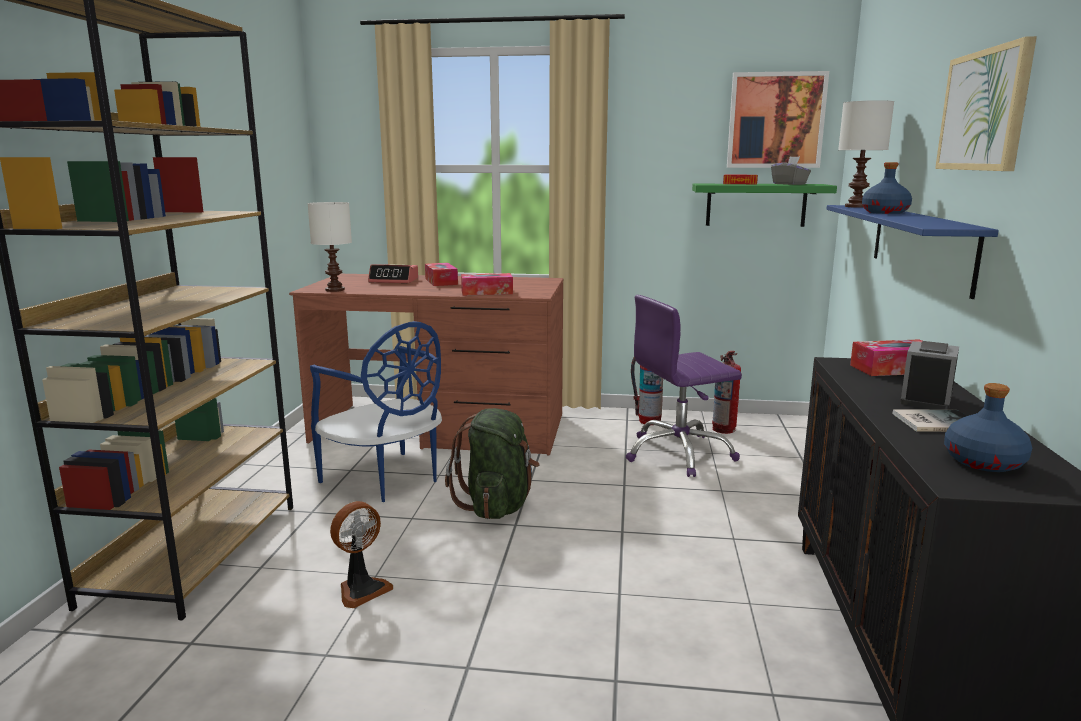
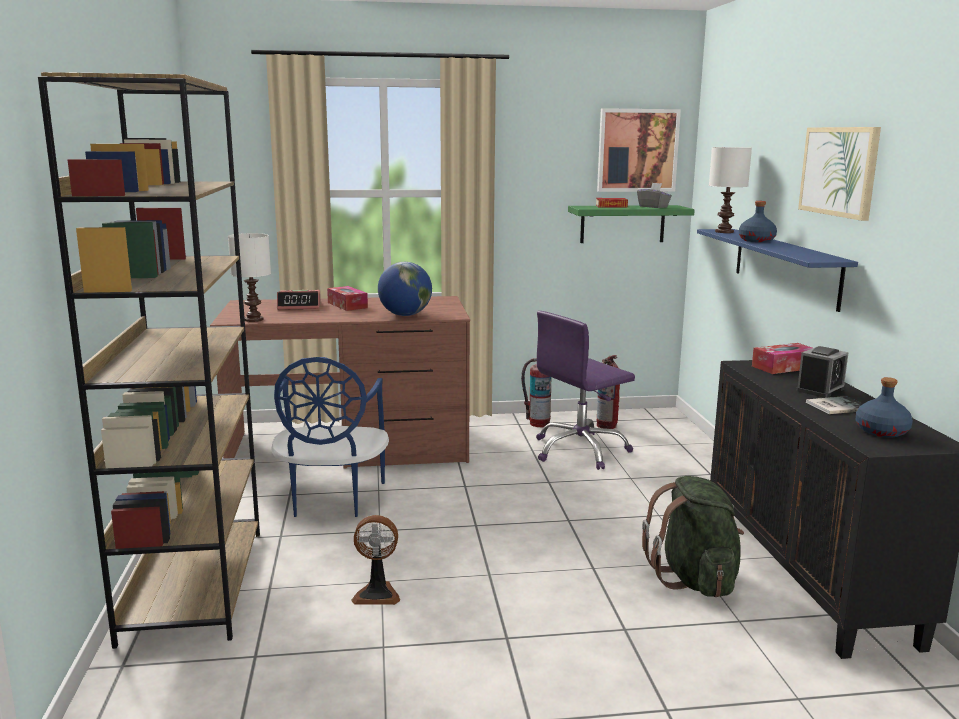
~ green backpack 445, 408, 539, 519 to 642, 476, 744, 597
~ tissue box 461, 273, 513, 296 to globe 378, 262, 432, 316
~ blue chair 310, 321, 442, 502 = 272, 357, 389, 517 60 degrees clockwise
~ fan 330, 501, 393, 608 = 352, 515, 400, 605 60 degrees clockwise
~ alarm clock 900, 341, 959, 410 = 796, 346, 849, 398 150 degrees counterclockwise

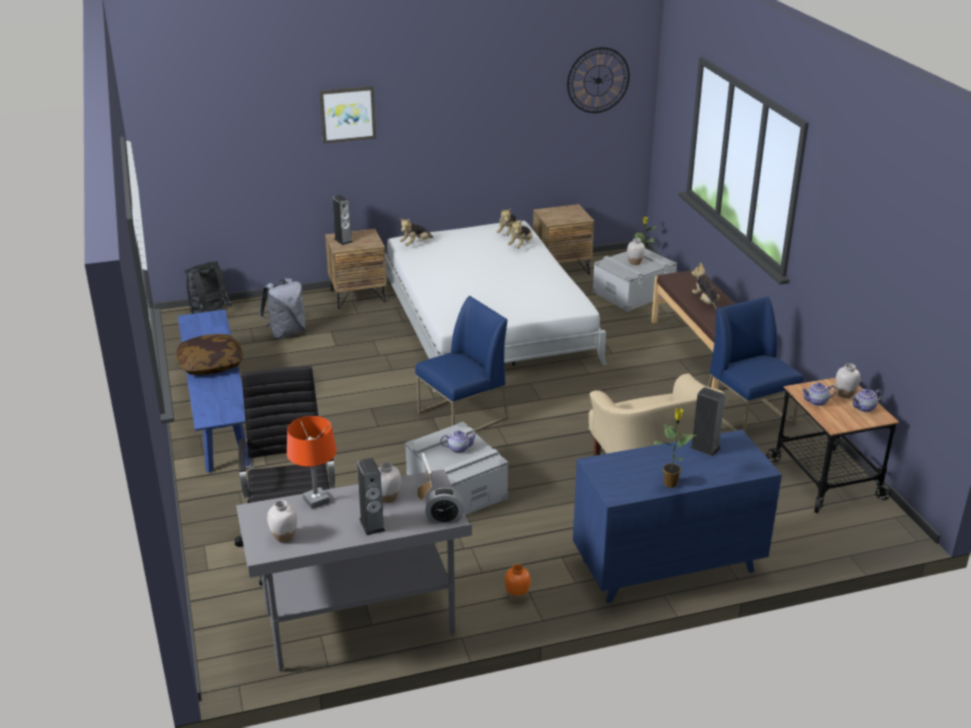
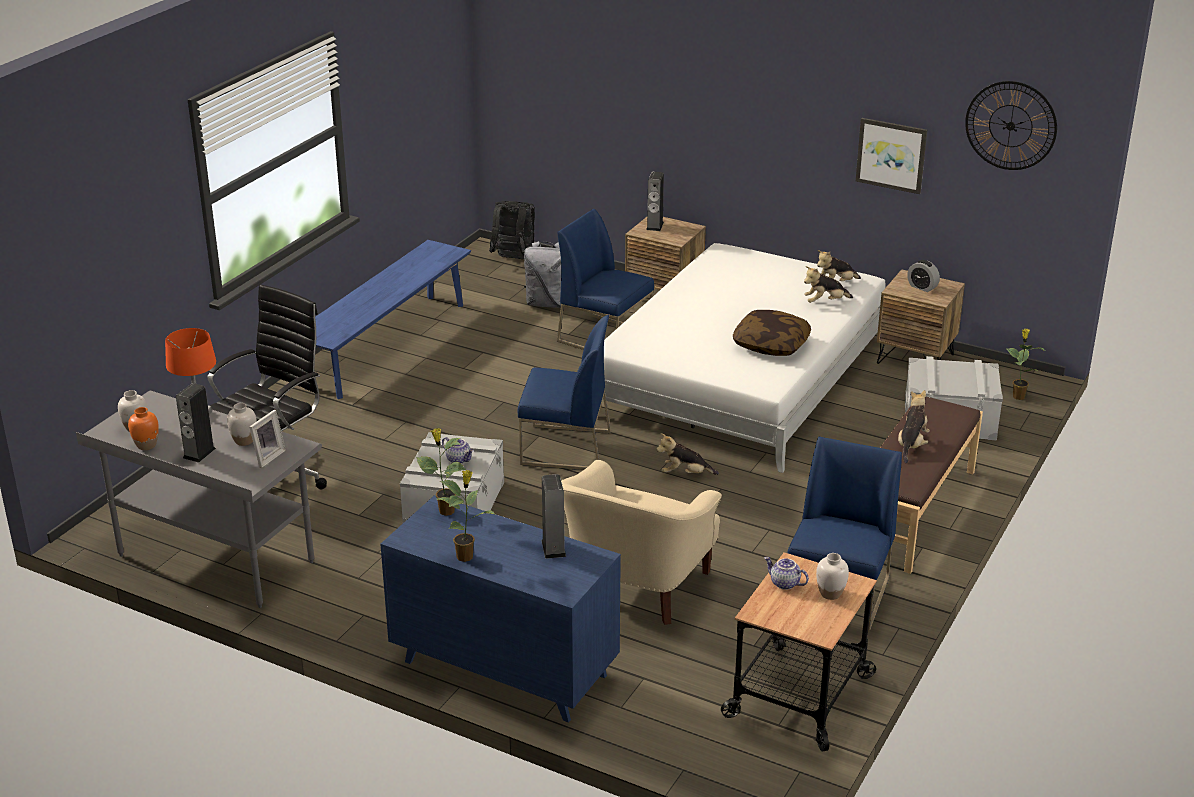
- white vase 627, 238, 645, 265
- teapot 851, 389, 882, 412
+ potted plant 416, 428, 466, 516
+ blue chair 557, 209, 654, 350
~ pillow 177, 334, 243, 375 to 733, 310, 811, 356
~ picture 319, 86, 376, 144 to 856, 118, 927, 194
~ plush toy 400, 219, 433, 246 to 656, 433, 719, 475
~ alarm clock 425, 488, 464, 523 to 907, 260, 940, 292
~ orange vase 504, 564, 531, 602 to 128, 407, 159, 450

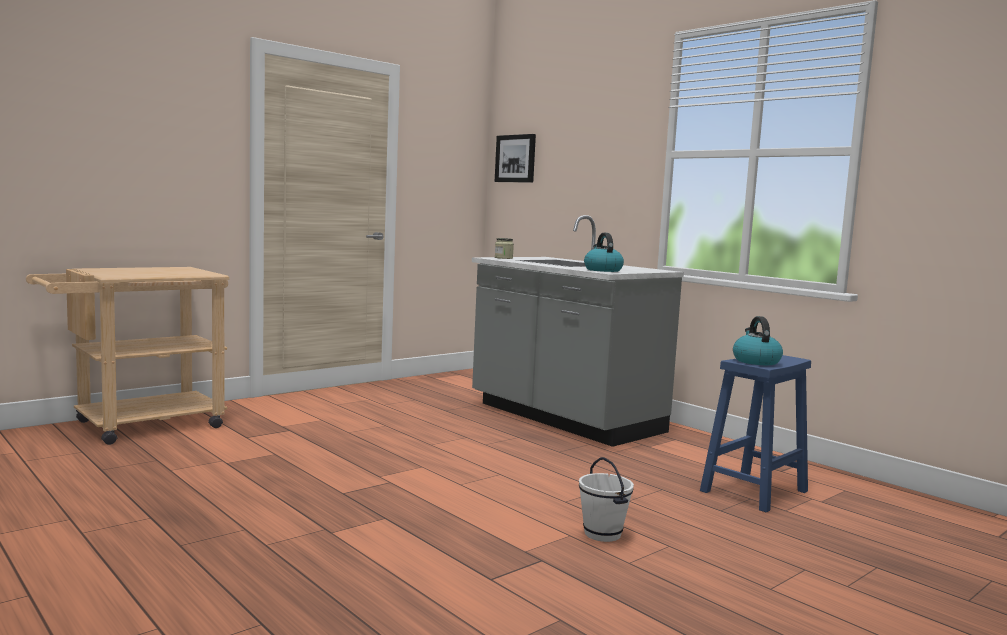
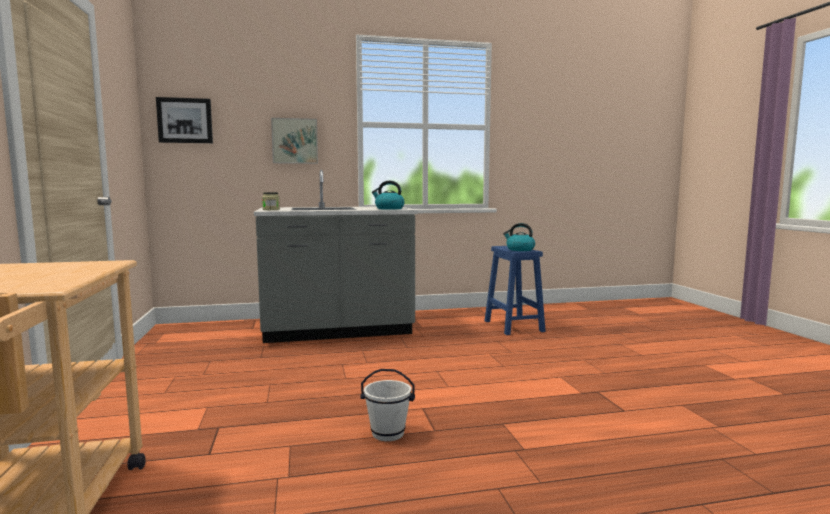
+ picture 271, 118, 318, 164
~ white bucket 579, 457, 634, 542 to 361, 369, 415, 441

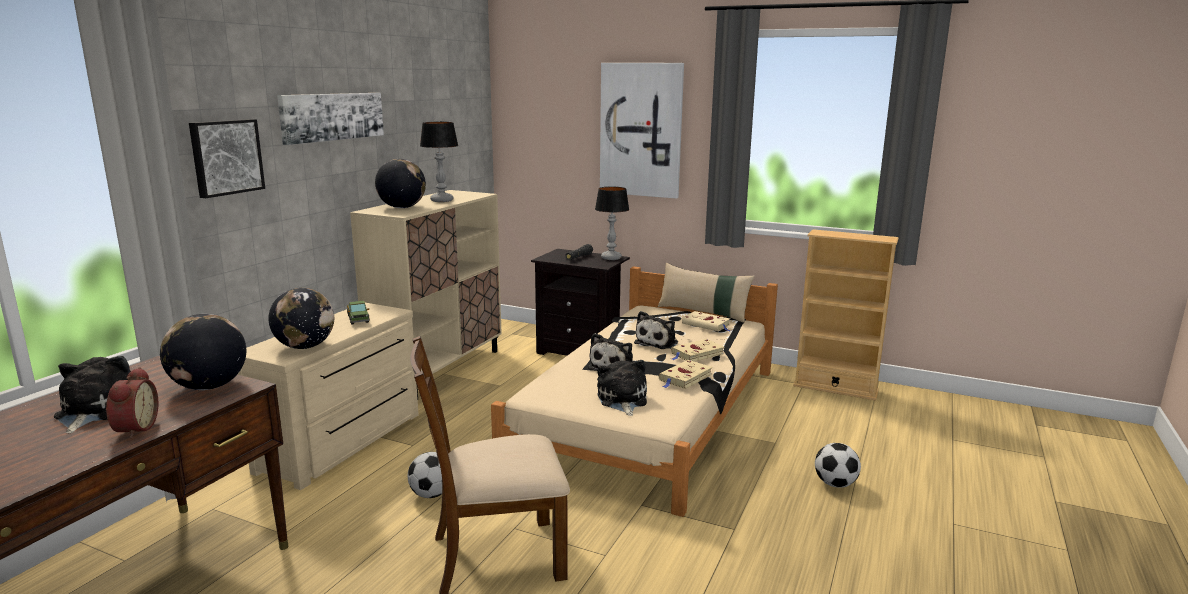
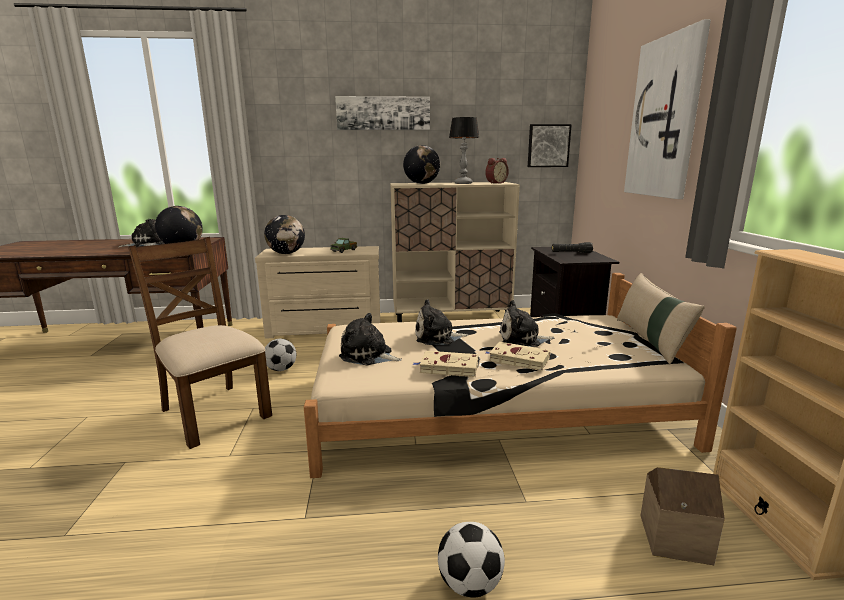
- table lamp 595, 187, 629, 260
- beige book 682, 311, 731, 332
+ toy house 640, 467, 725, 565
~ alarm clock 106, 367, 158, 439 to 485, 158, 509, 184
~ picture 189, 119, 265, 198 to 528, 124, 572, 167
~ plush toy 597, 360, 647, 416 = 339, 313, 402, 365 120 degrees counterclockwise

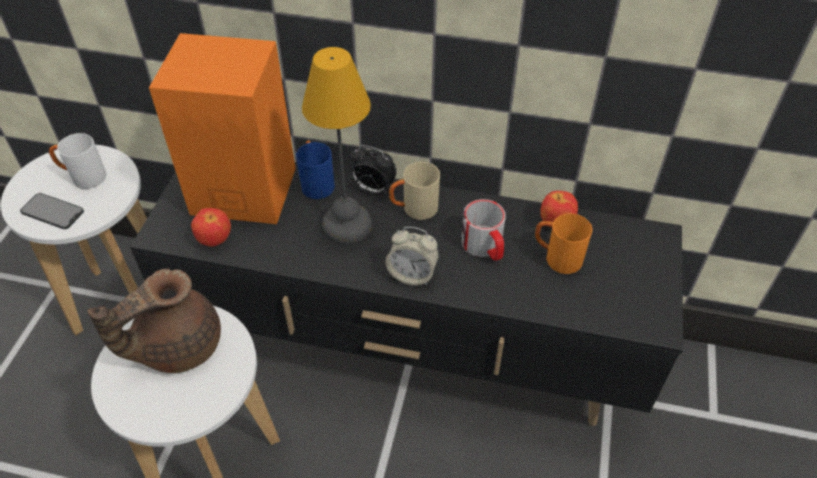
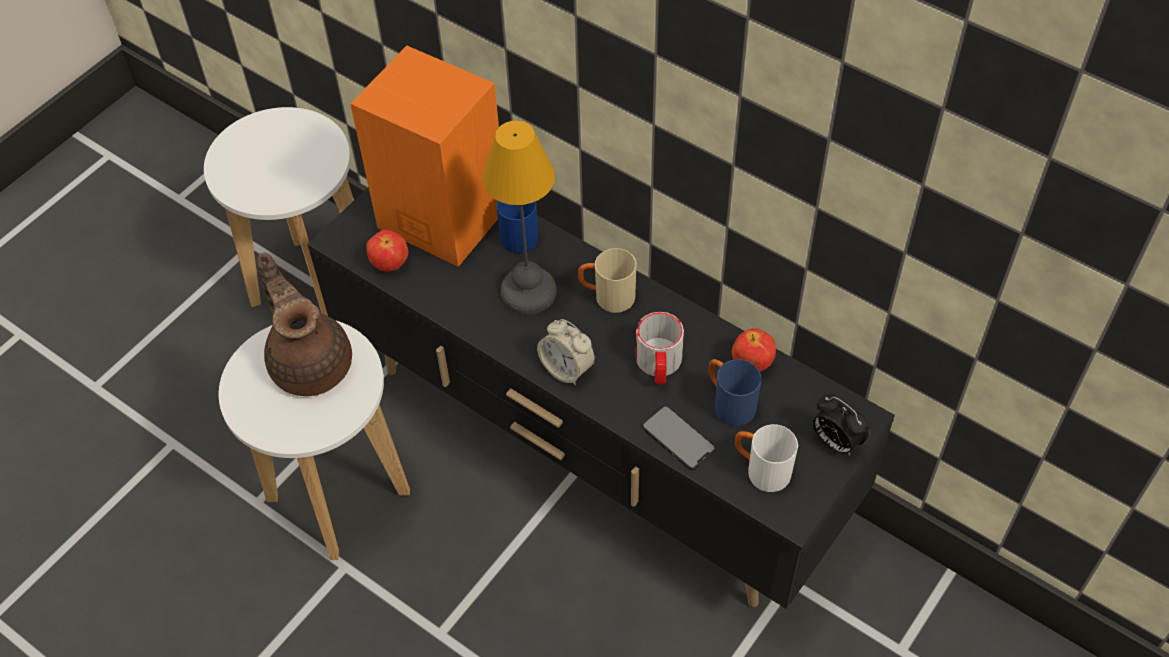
~ phone 20, 193, 84, 229 to 642, 406, 716, 470
~ white mug 49, 133, 107, 189 to 735, 424, 798, 492
~ alarm clock 350, 145, 397, 194 to 813, 394, 870, 455
~ orange mug 535, 213, 593, 274 to blue mug 709, 359, 761, 426
~ brown teapot 87, 268, 221, 373 = 257, 252, 352, 396 75 degrees clockwise

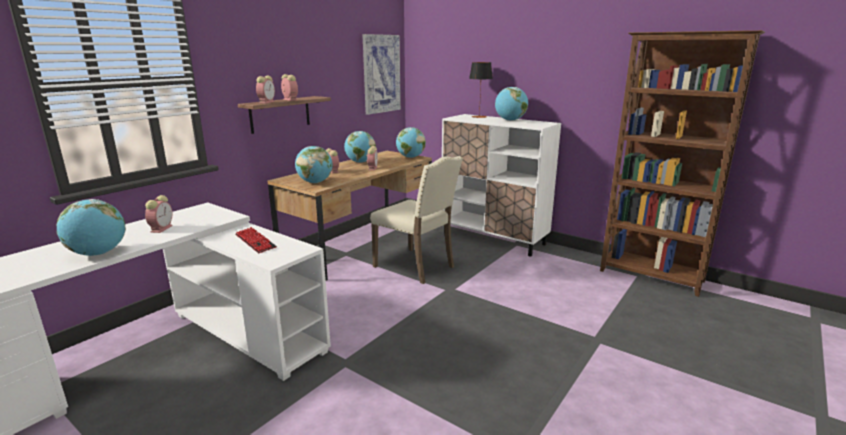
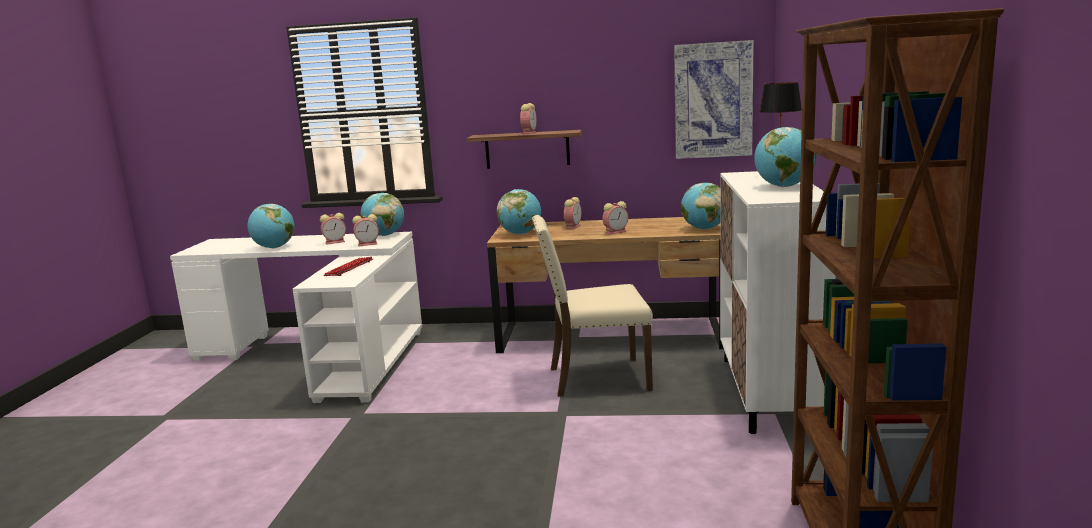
~ alarm clock 256, 75, 275, 103 to 352, 214, 379, 246
~ globe 344, 131, 376, 163 to 360, 193, 404, 236
~ beige chair 370, 156, 463, 284 = 532, 215, 653, 397 75 degrees clockwise

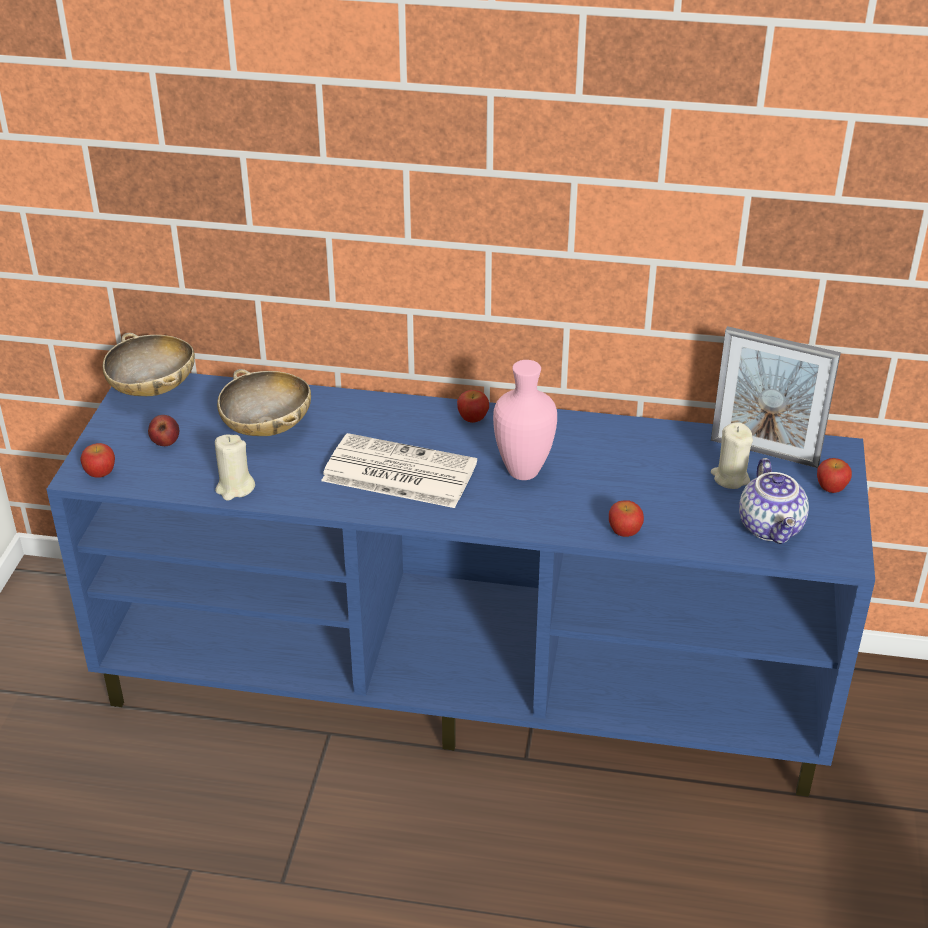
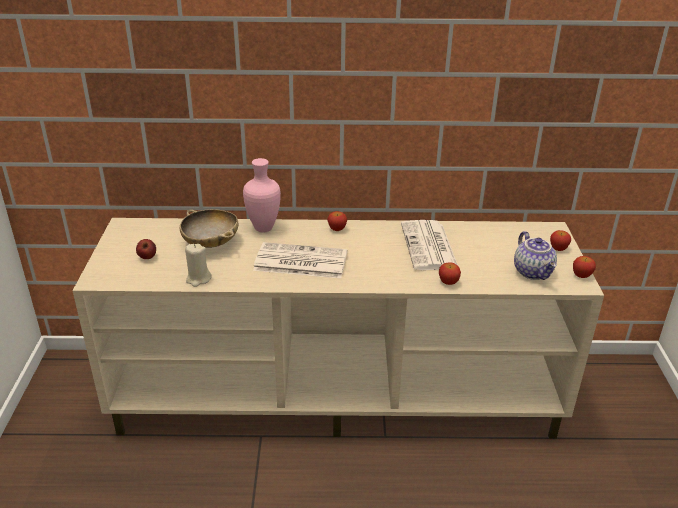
- beige bowl 103, 333, 195, 396
- picture frame 711, 326, 841, 468
- beige candle 711, 422, 753, 489
+ newspaper 401, 220, 458, 270
~ apple 80, 443, 115, 478 to 573, 256, 596, 278
~ pink vase 493, 360, 557, 480 to 243, 158, 281, 232
~ blue tv stand 46, 373, 875, 797 to beige tv stand 73, 218, 604, 439

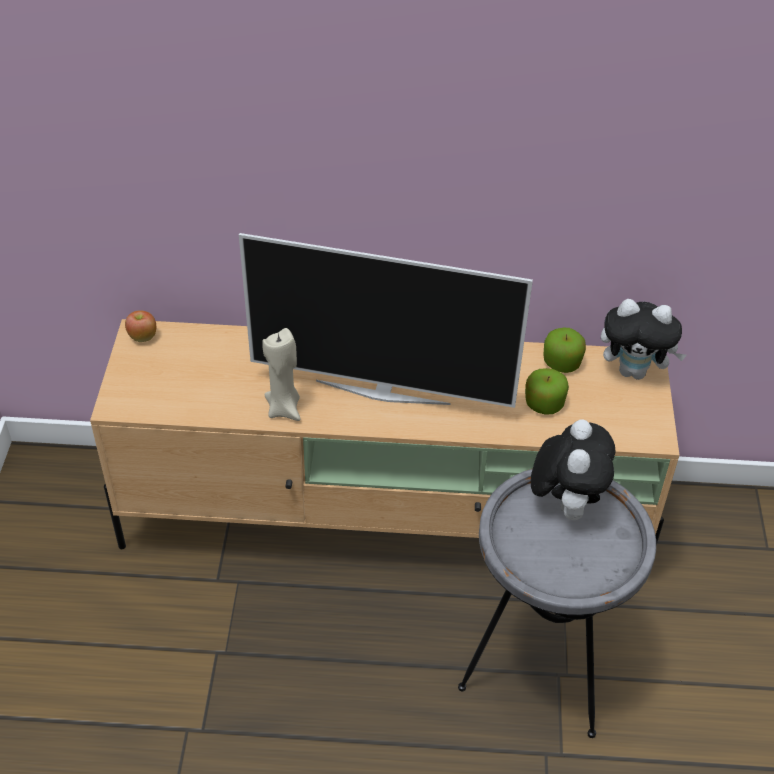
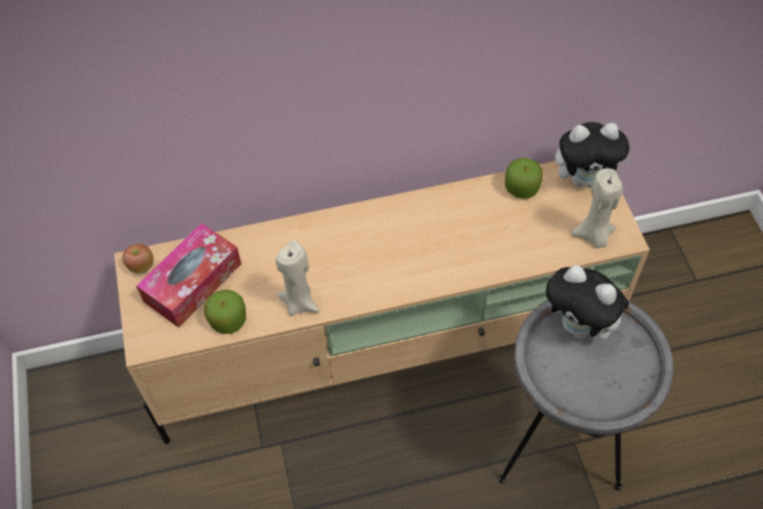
- television 239, 233, 533, 408
+ tissue box 136, 223, 241, 328
+ beige candle 571, 168, 623, 248
~ apple 525, 368, 569, 415 to 204, 289, 246, 334
~ plush toy 531, 420, 615, 520 = 546, 265, 629, 340 135 degrees clockwise

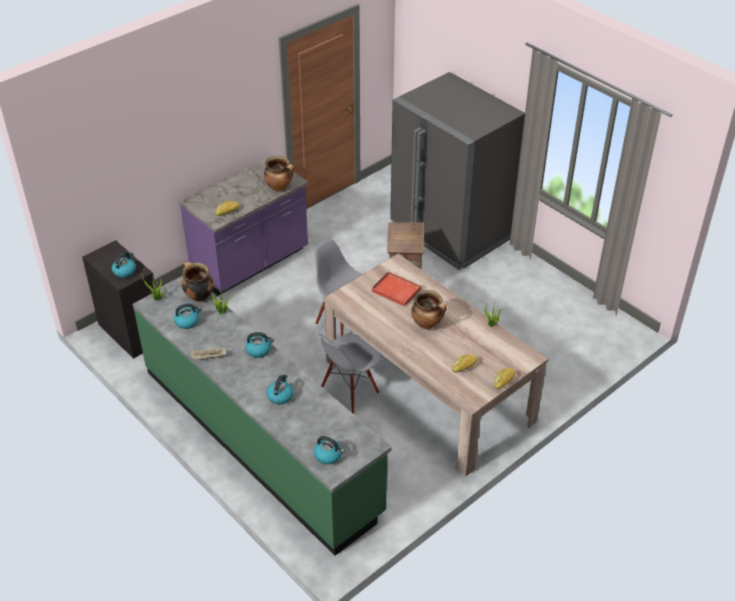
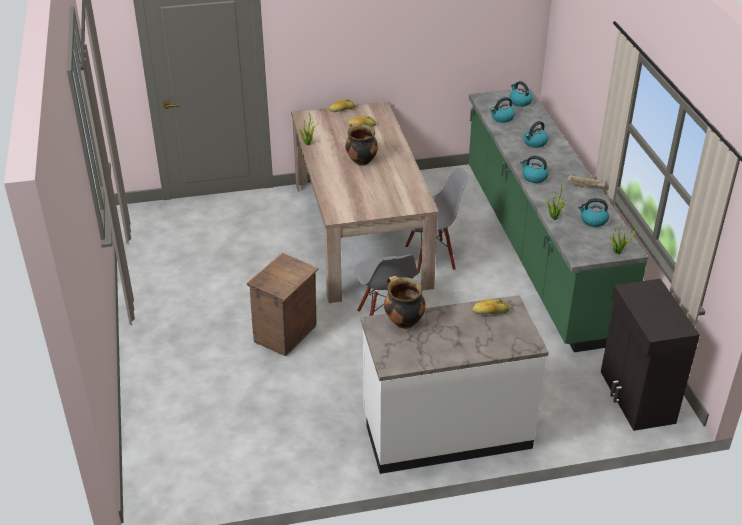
- cooking pot 181, 262, 214, 302
- red tray 372, 271, 422, 307
- grey fridge 390, 72, 525, 270
~ kettle 112, 252, 136, 278 to 490, 97, 515, 123
~ purple counter 179, 156, 308, 296 to white counter 361, 295, 549, 474

